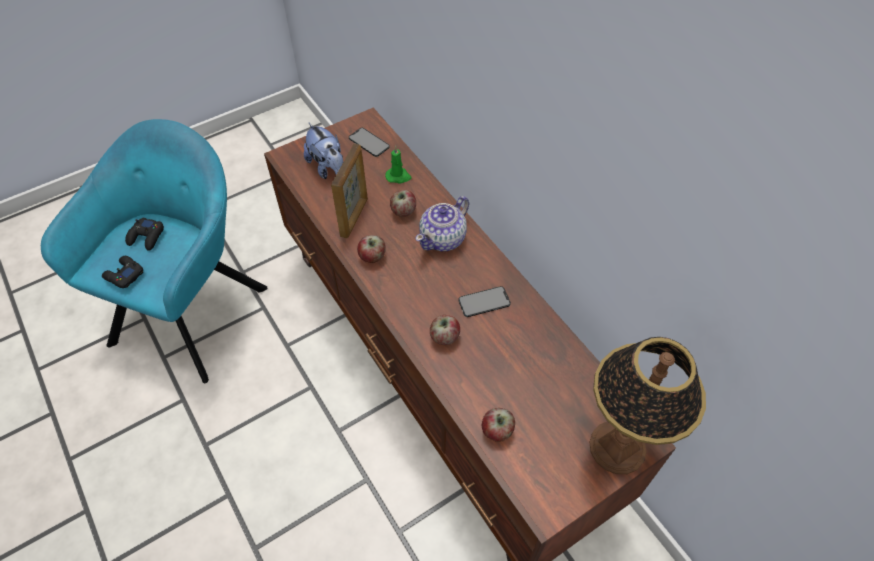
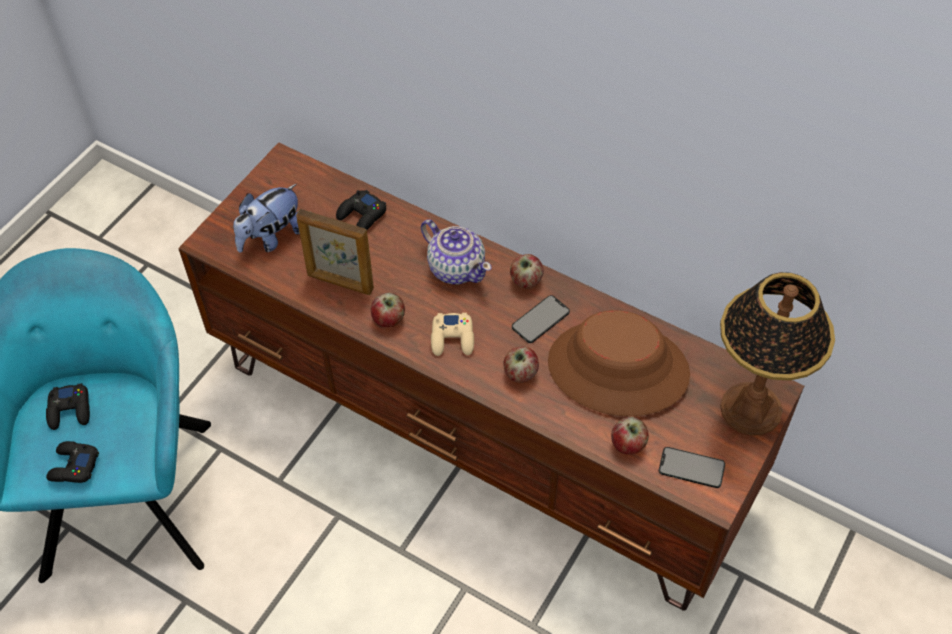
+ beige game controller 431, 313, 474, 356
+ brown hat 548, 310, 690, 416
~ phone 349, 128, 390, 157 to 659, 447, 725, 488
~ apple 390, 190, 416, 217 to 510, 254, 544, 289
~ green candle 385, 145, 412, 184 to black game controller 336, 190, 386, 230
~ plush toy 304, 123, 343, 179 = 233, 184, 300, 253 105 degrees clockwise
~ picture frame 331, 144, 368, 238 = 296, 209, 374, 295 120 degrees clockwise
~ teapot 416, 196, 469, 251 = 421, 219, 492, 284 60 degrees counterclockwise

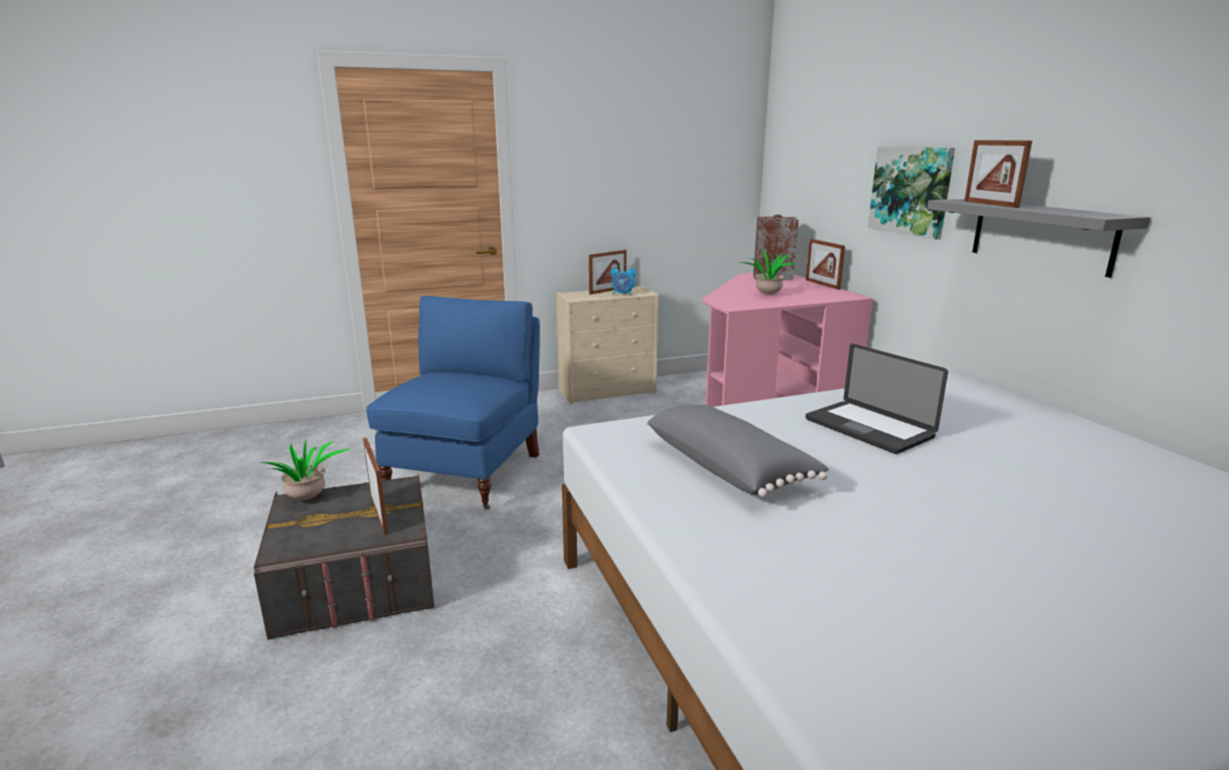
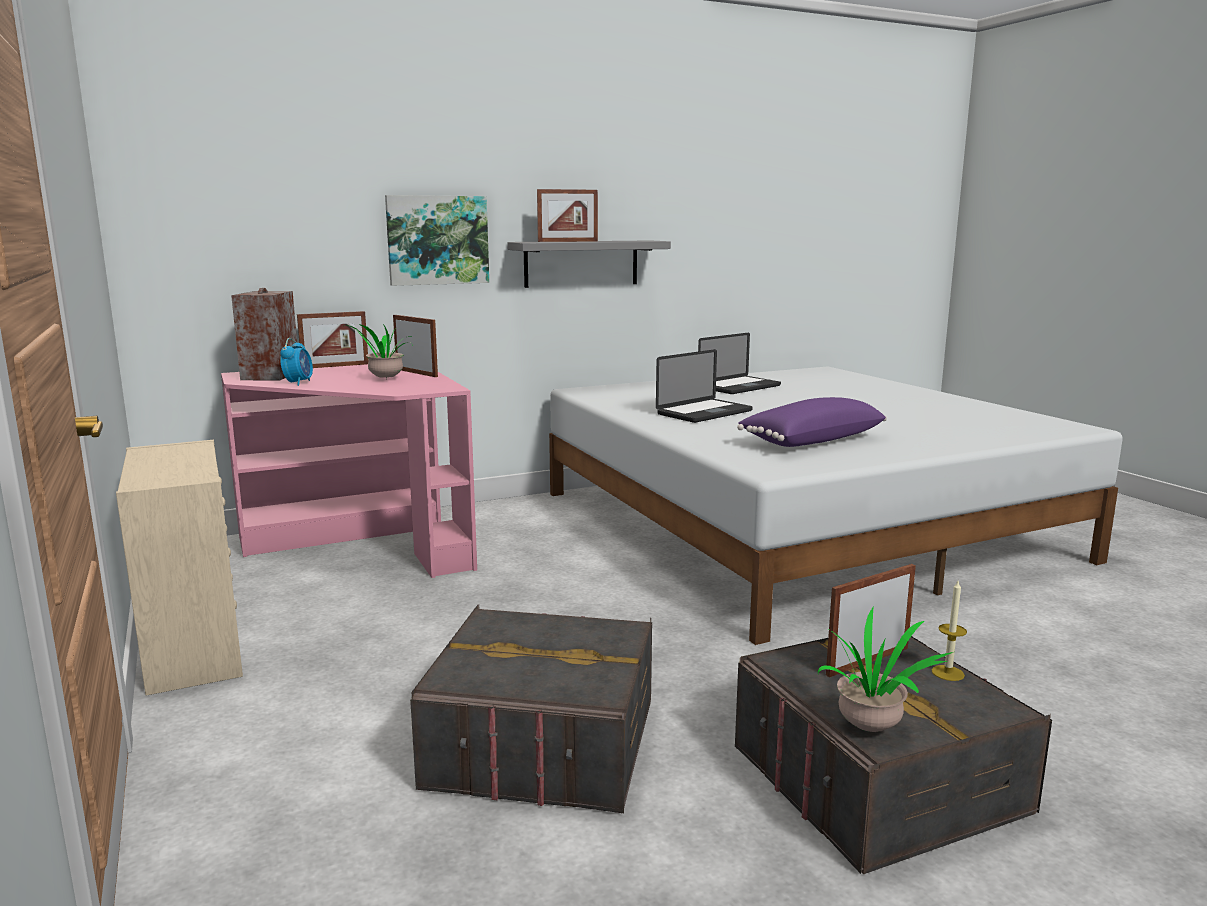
+ laptop 698, 333, 781, 394
+ candle 932, 581, 967, 681
~ picture frame 589, 250, 627, 295 to 393, 315, 438, 377
~ alarm clock 611, 264, 636, 296 to 280, 338, 313, 386
~ blue armchair 366, 296, 540, 509 to grey storage box 410, 605, 652, 814
~ grey pillow 646, 404, 829, 497 to purple pillow 737, 397, 887, 447

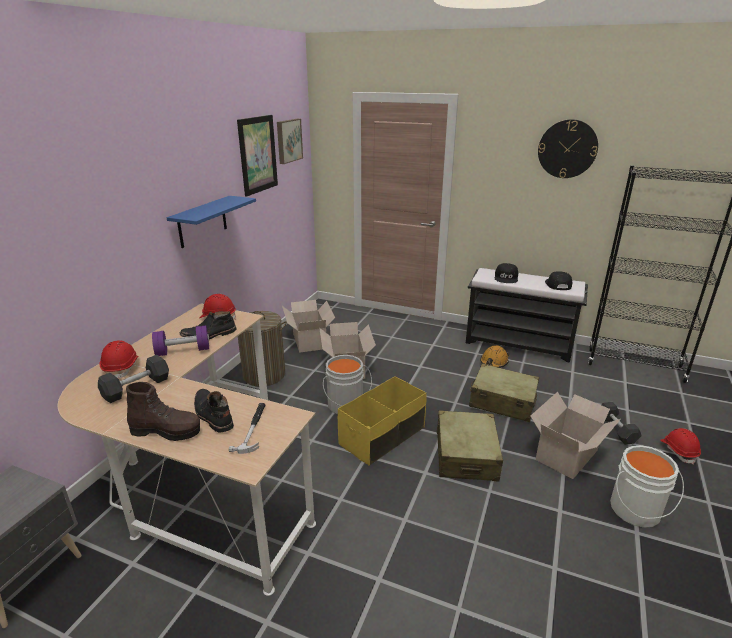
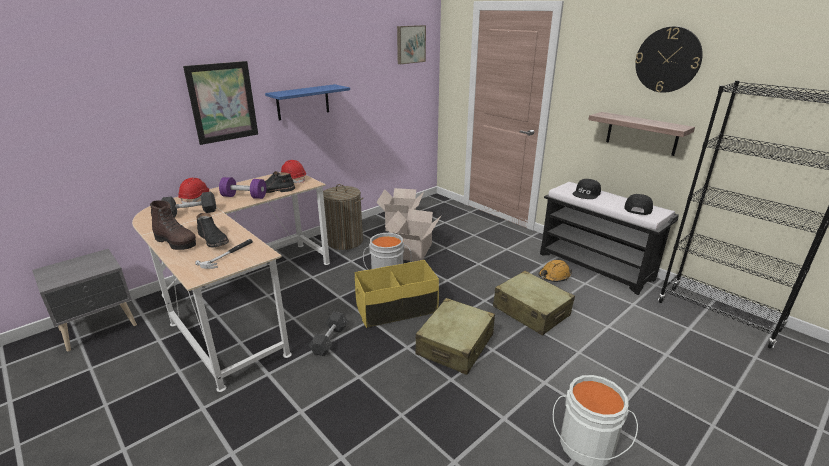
- cardboard box 530, 392, 621, 479
- red hard hat 660, 428, 701, 465
+ shelf 588, 112, 695, 156
~ picture 237, 115, 278, 197 to 183, 61, 258, 145
~ grey dumbbell 601, 402, 642, 445 to 309, 312, 348, 356
~ black boot 194, 389, 234, 432 = 196, 213, 229, 247 150 degrees clockwise

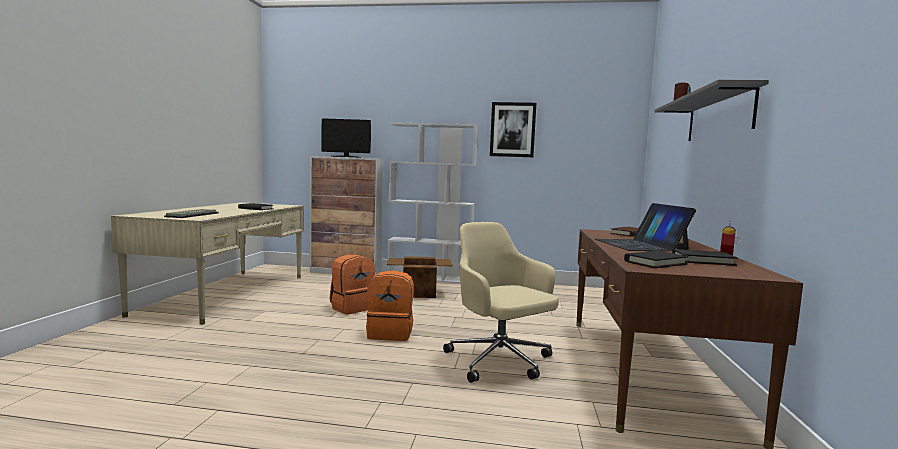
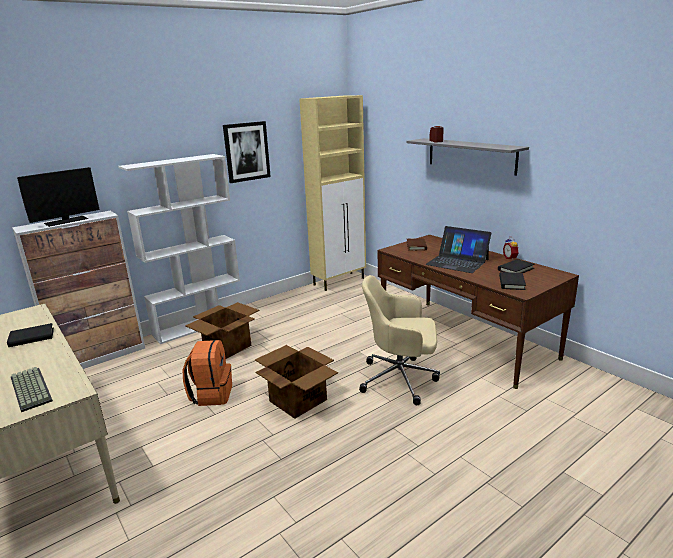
+ beige cabinet 299, 95, 366, 291
~ orange backpack 366, 270, 414, 341 to cardboard box 255, 345, 338, 419

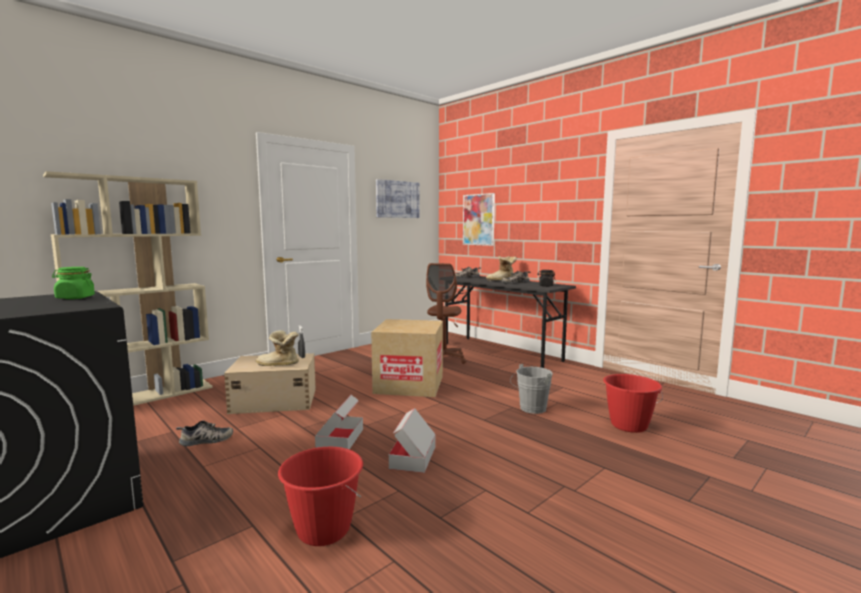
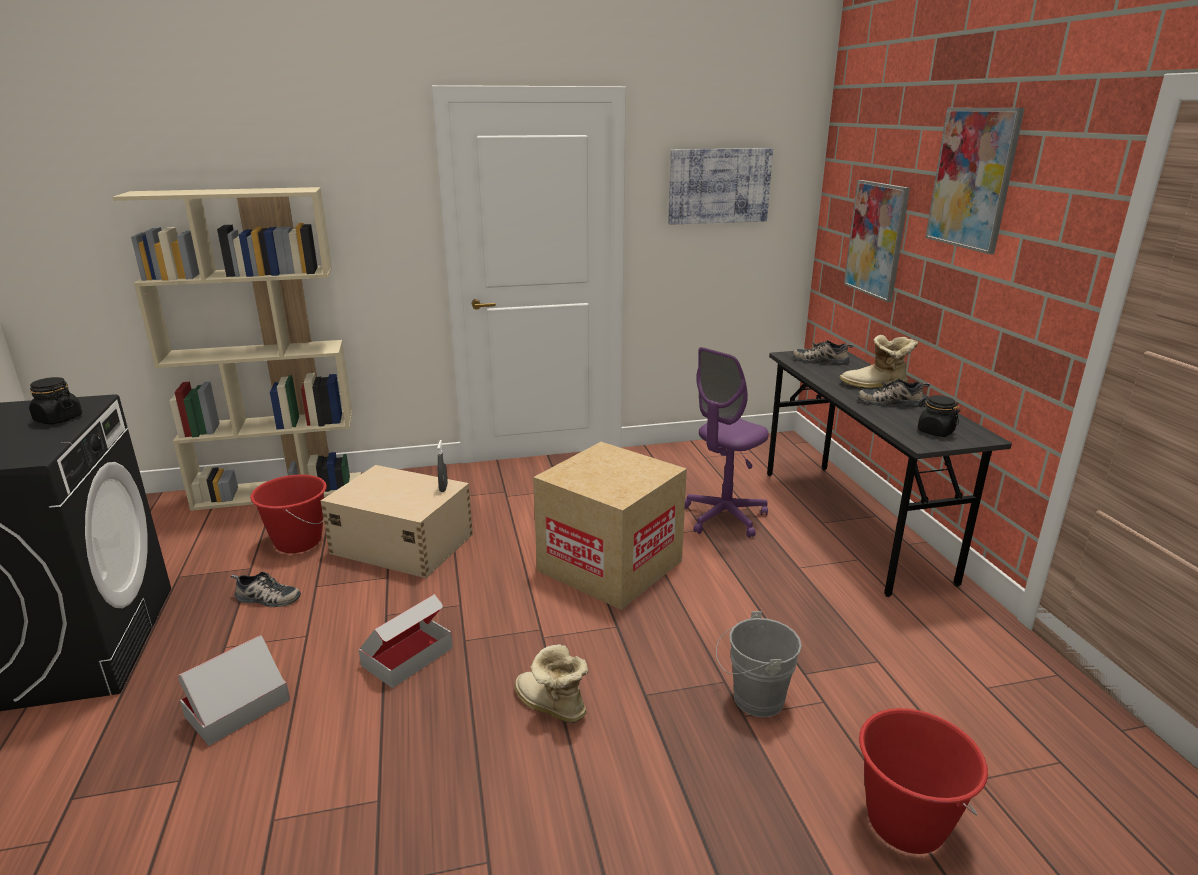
+ picture 925, 108, 1025, 254
~ boot 256, 330, 299, 366 to 515, 644, 588, 723
~ red bucket 278, 447, 363, 546 to 250, 475, 327, 553
~ cardboard box 389, 408, 436, 473 to 178, 635, 290, 746
~ green jar 52, 267, 95, 299 to black jar 29, 377, 82, 424
~ brown office chair 426, 263, 466, 364 to purple office chair 685, 347, 769, 538

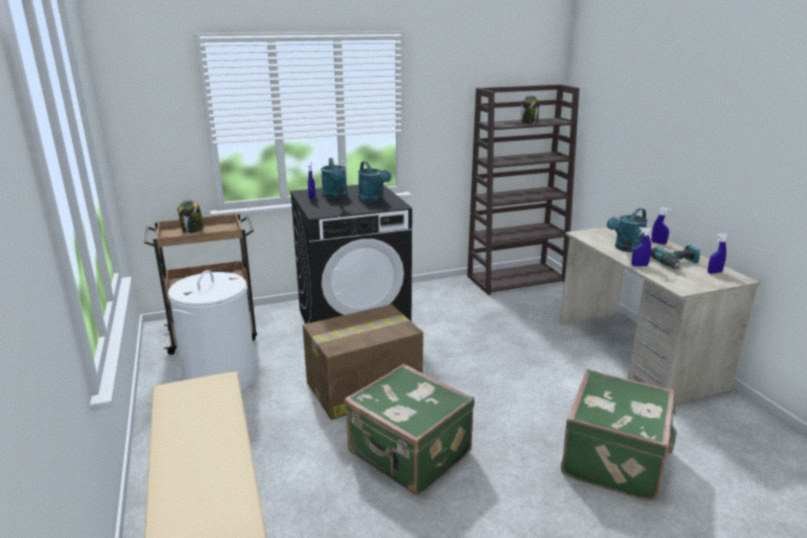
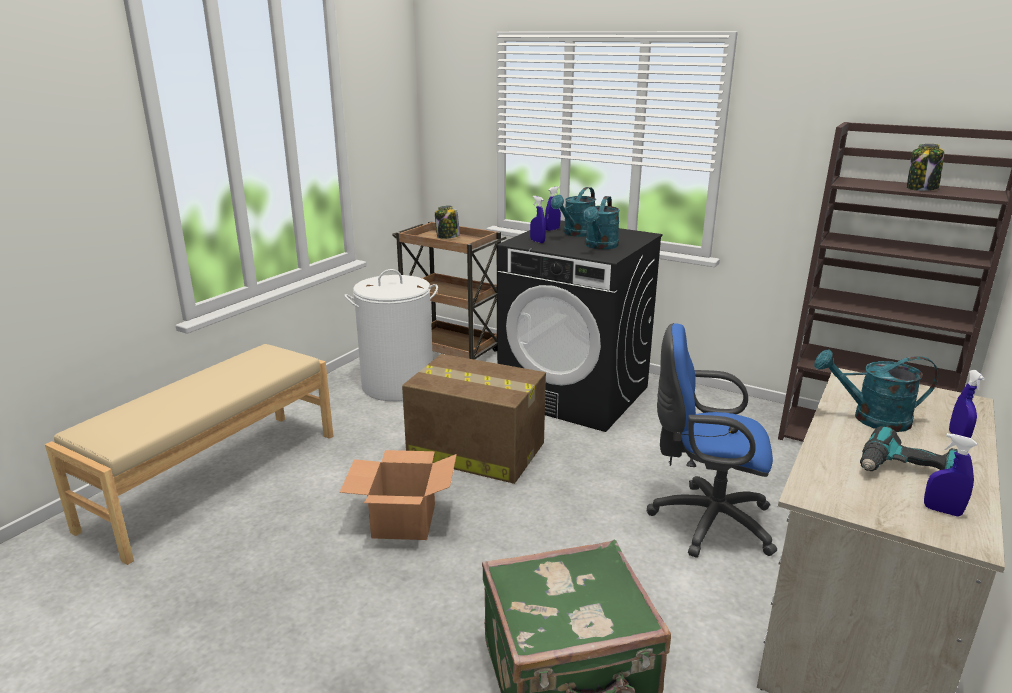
+ blue office chair 647, 323, 777, 558
~ blue spray bottle 632, 227, 652, 266 to 530, 196, 546, 243
~ green suitcase 344, 364, 475, 496 to cardboard box 340, 450, 457, 540

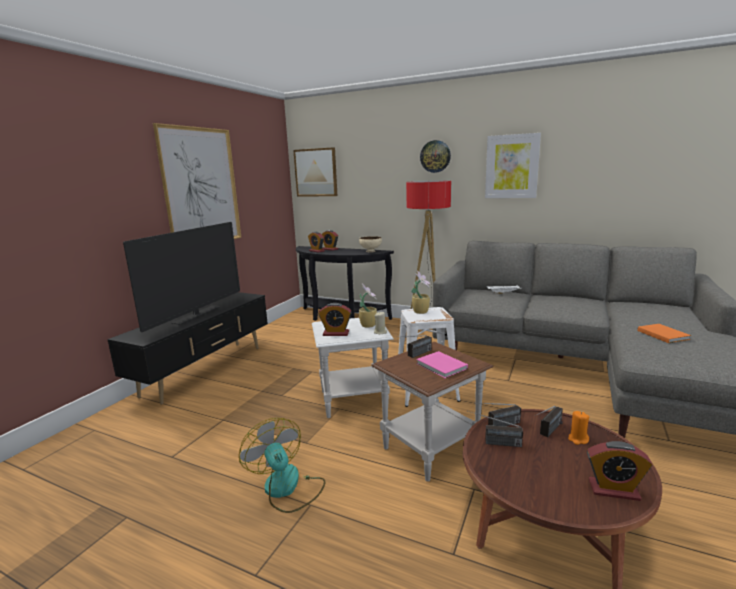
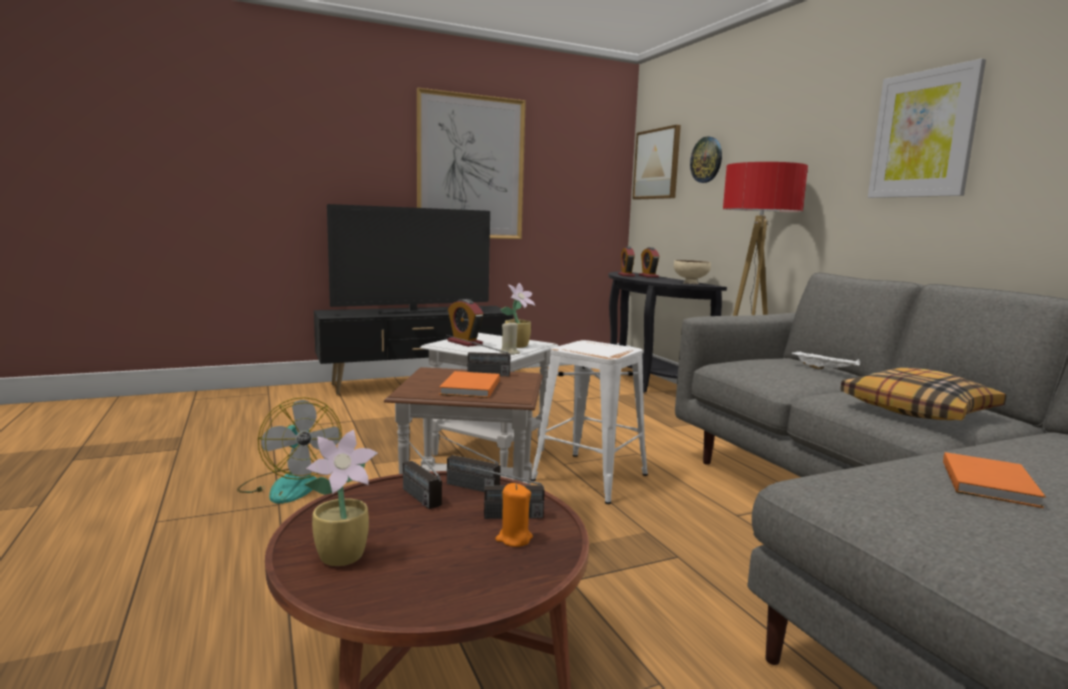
- alarm clock 587, 441, 652, 501
+ pillow 841, 368, 1006, 420
~ potted plant 411, 271, 431, 314 to 304, 430, 378, 566
~ wall clock 420, 140, 451, 173 to 690, 136, 722, 183
~ pink book 416, 351, 468, 378 to orange book 439, 371, 500, 398
~ fan 239, 418, 325, 513 = 237, 397, 342, 504 135 degrees clockwise

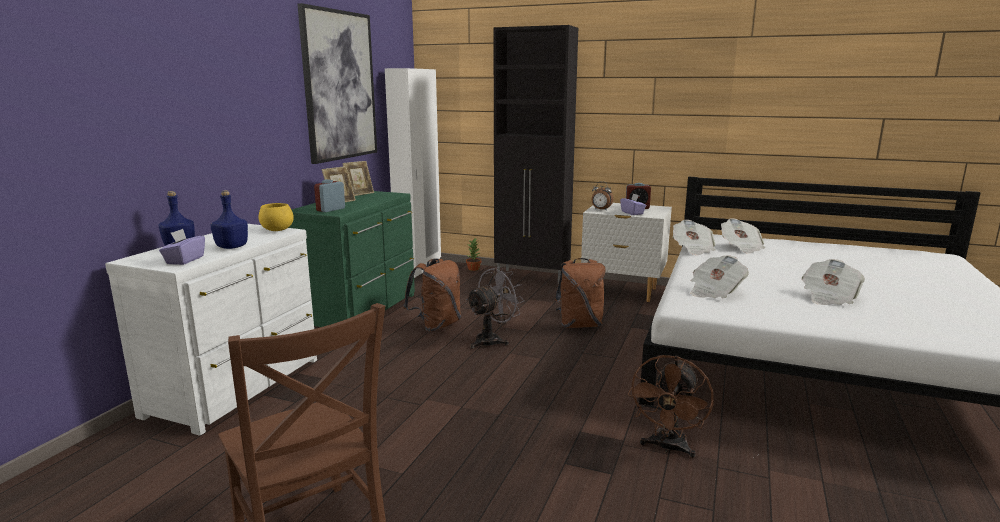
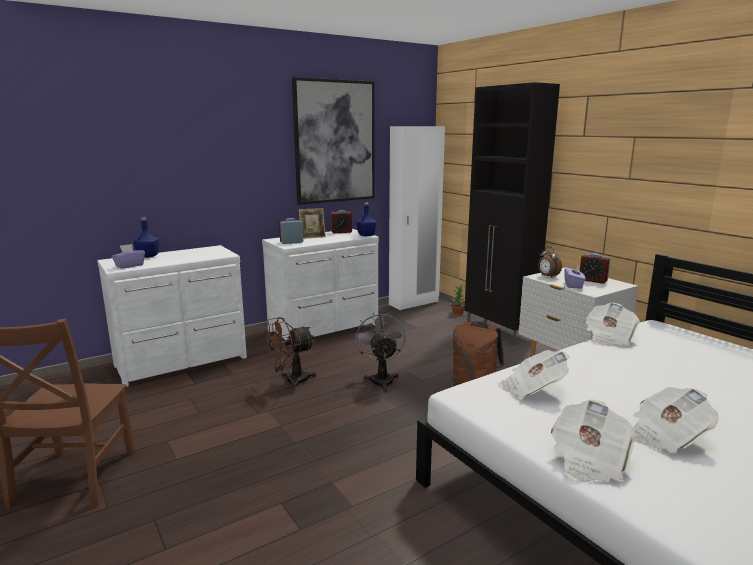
- yellow bowl 258, 203, 294, 231
- brown backpack 403, 258, 461, 331
~ blue bottle 210, 190, 248, 249 to 357, 202, 376, 236
~ brown fan 628, 355, 713, 459 to 265, 317, 316, 390
~ newspaper 721, 218, 765, 254 to 551, 400, 637, 482
~ picture frame 342, 161, 374, 196 to alarm clock 331, 210, 352, 233
~ green dresser 288, 191, 415, 327 to white dresser 262, 229, 379, 340
~ grey fan 466, 267, 525, 349 = 355, 312, 406, 392 90 degrees counterclockwise

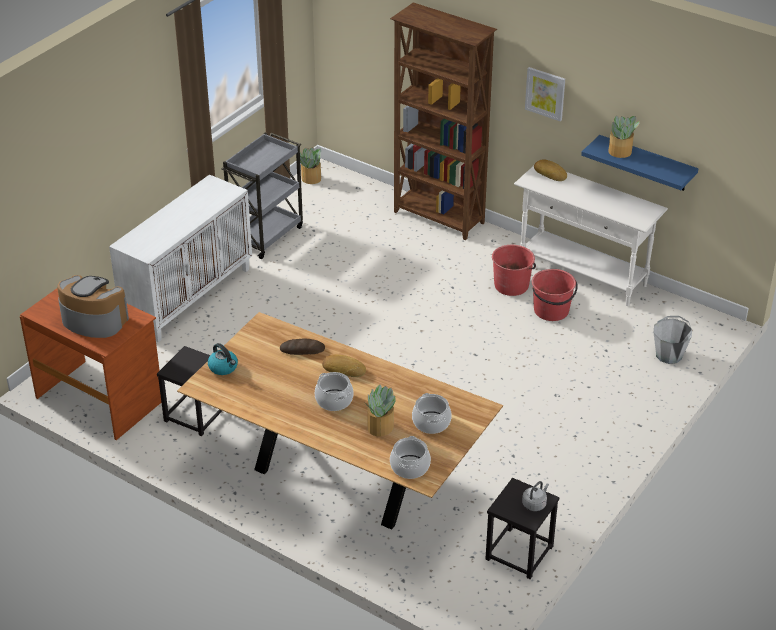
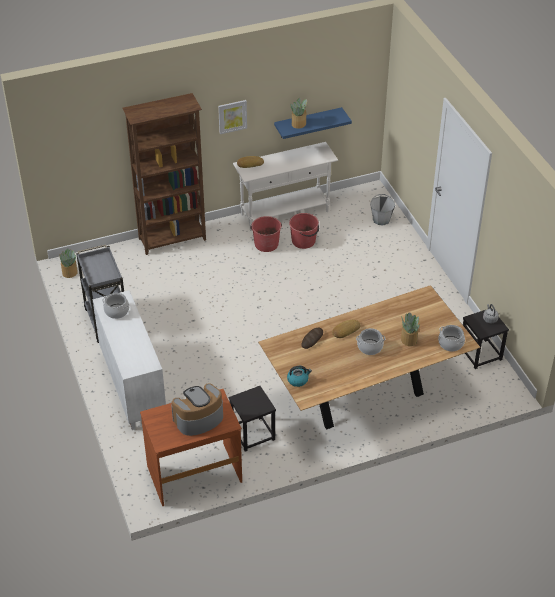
~ cooking pot 412, 393, 452, 434 to 102, 293, 129, 319

